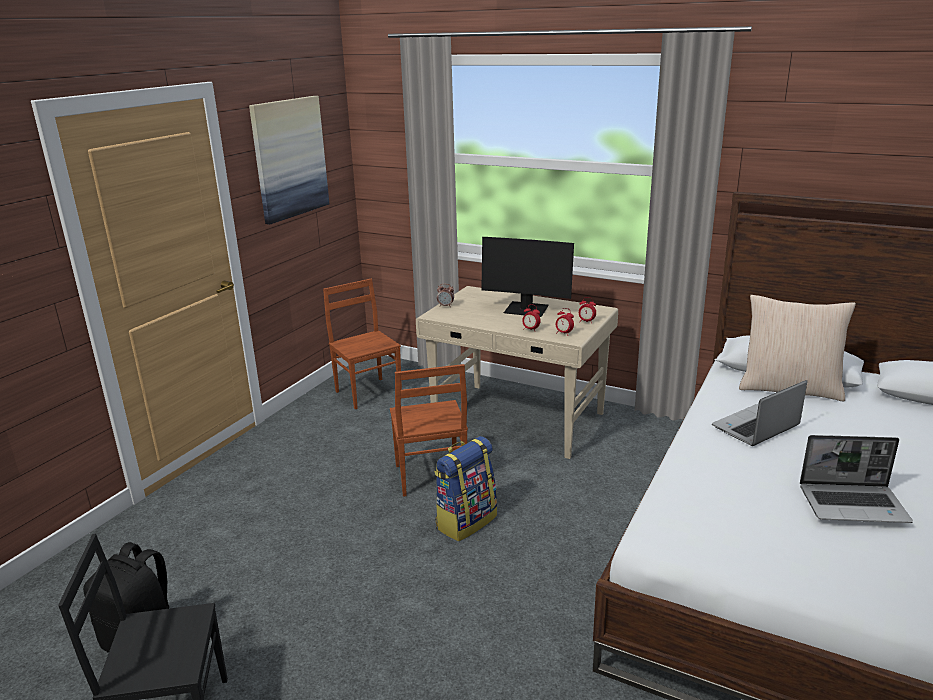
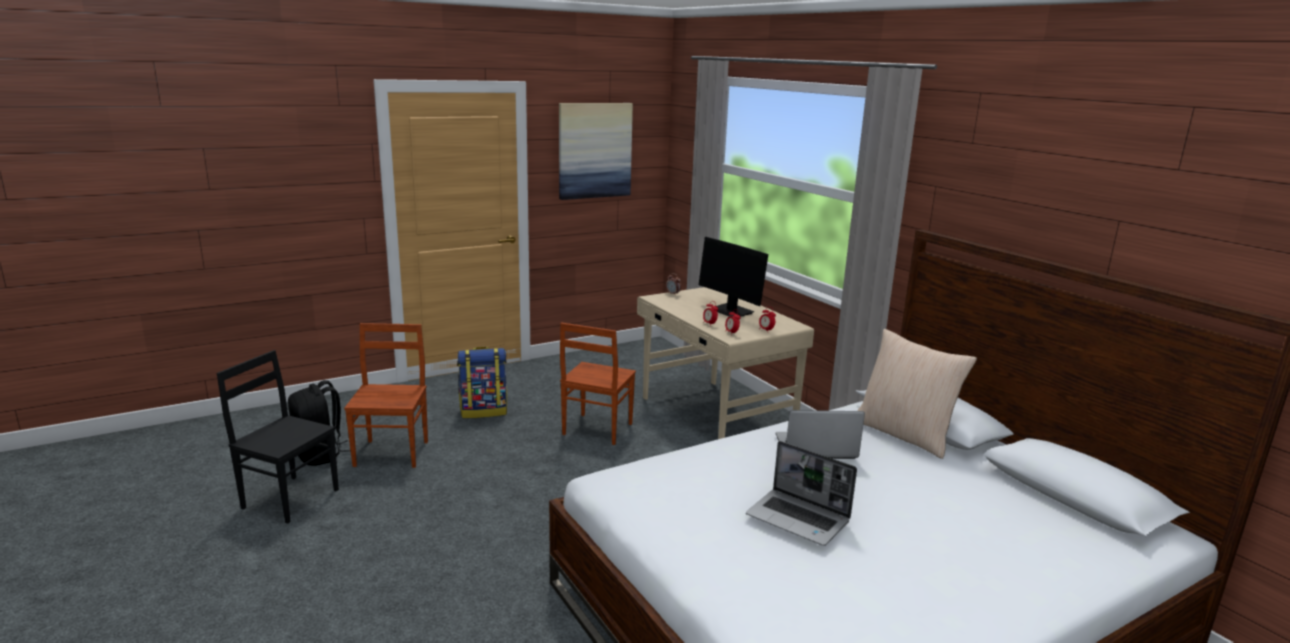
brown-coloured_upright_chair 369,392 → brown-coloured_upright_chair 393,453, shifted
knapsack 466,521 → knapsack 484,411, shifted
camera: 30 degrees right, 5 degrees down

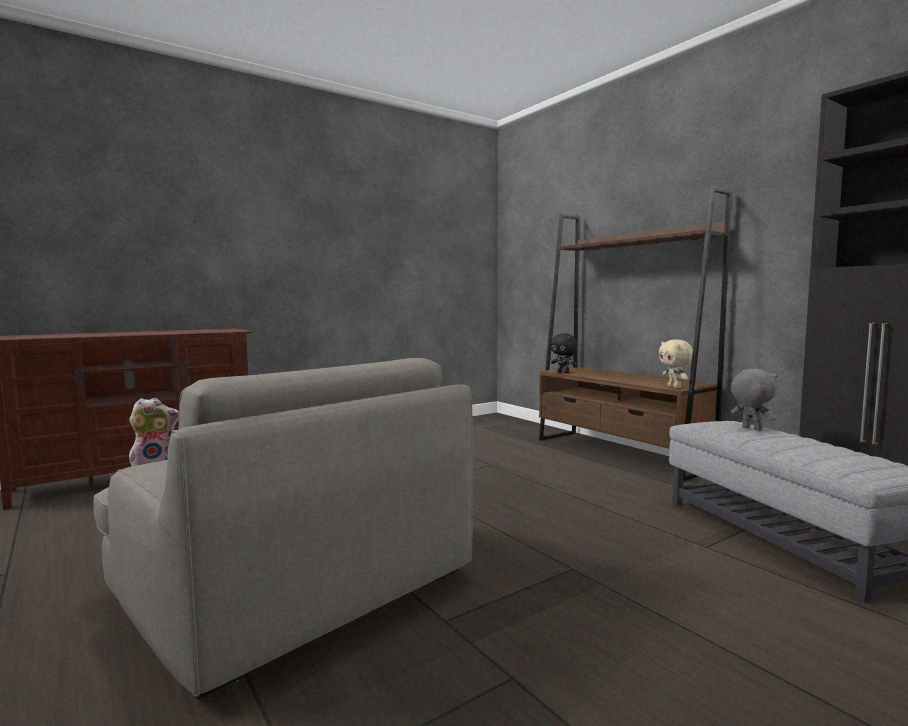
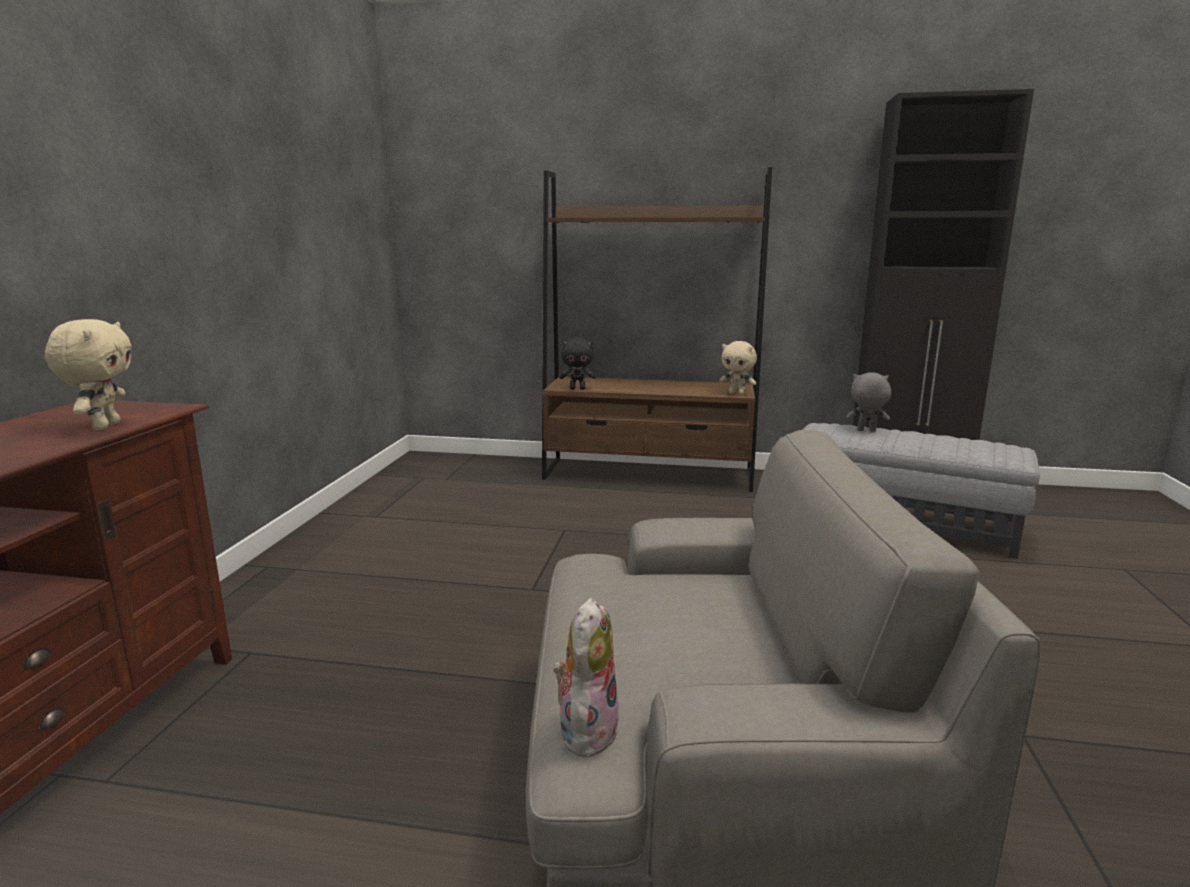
- → beige-coloured_plush_toy 104,426
camera: 45 degrees left, 10 degrees up

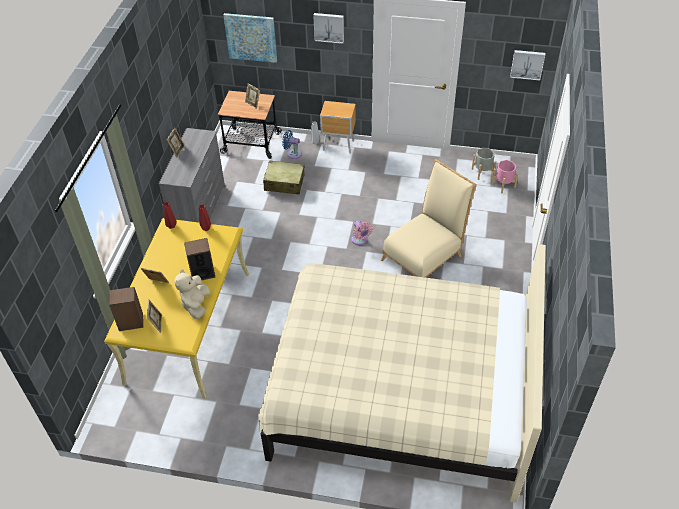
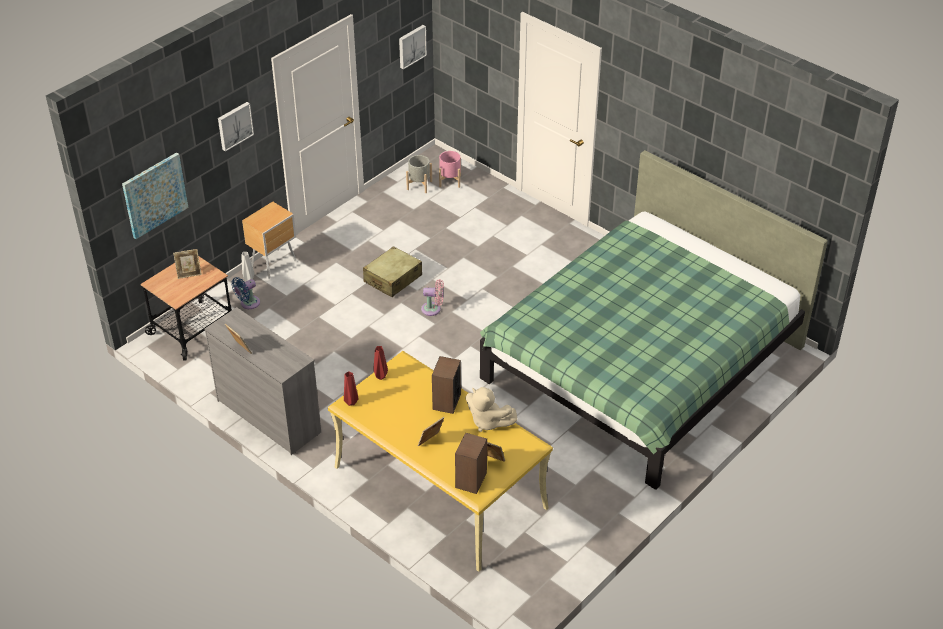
beige-coloured_upright_chair 425,255 → -
beige-coloured_travel_case 284,183 → beige-coloured_travel_case 392,279, shifted
beige-coloured_sleeping_bed 401,389 → green_sleeping_bed 641,363
camera: 60 degrees left, 5 degrees down

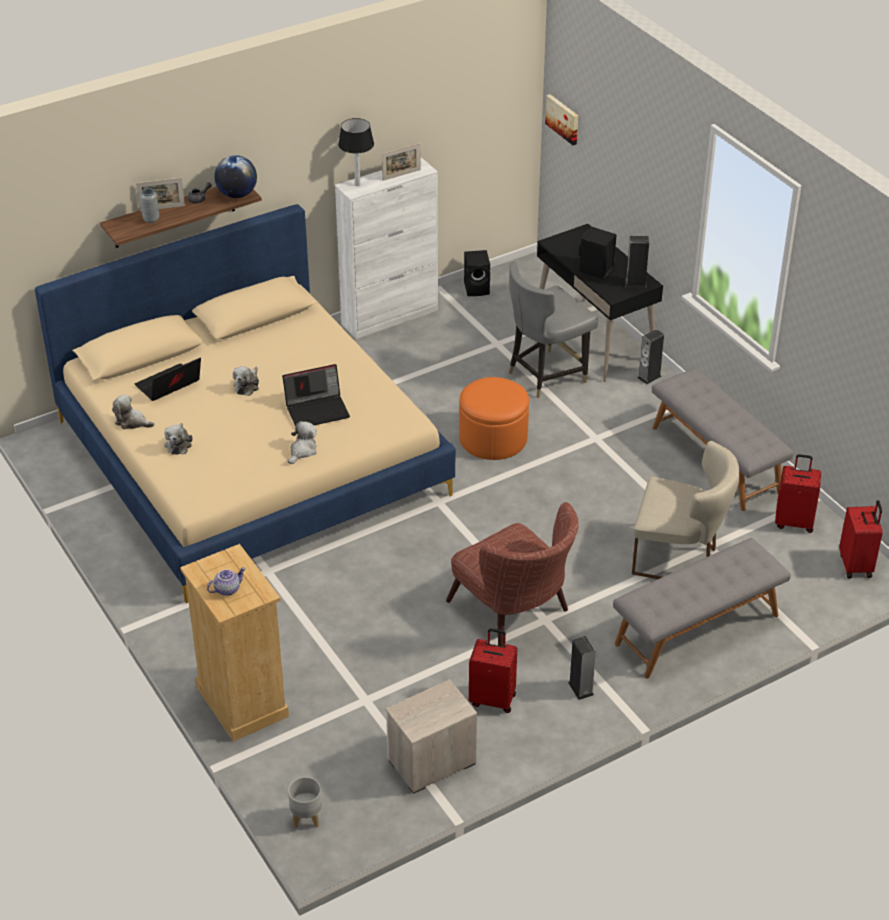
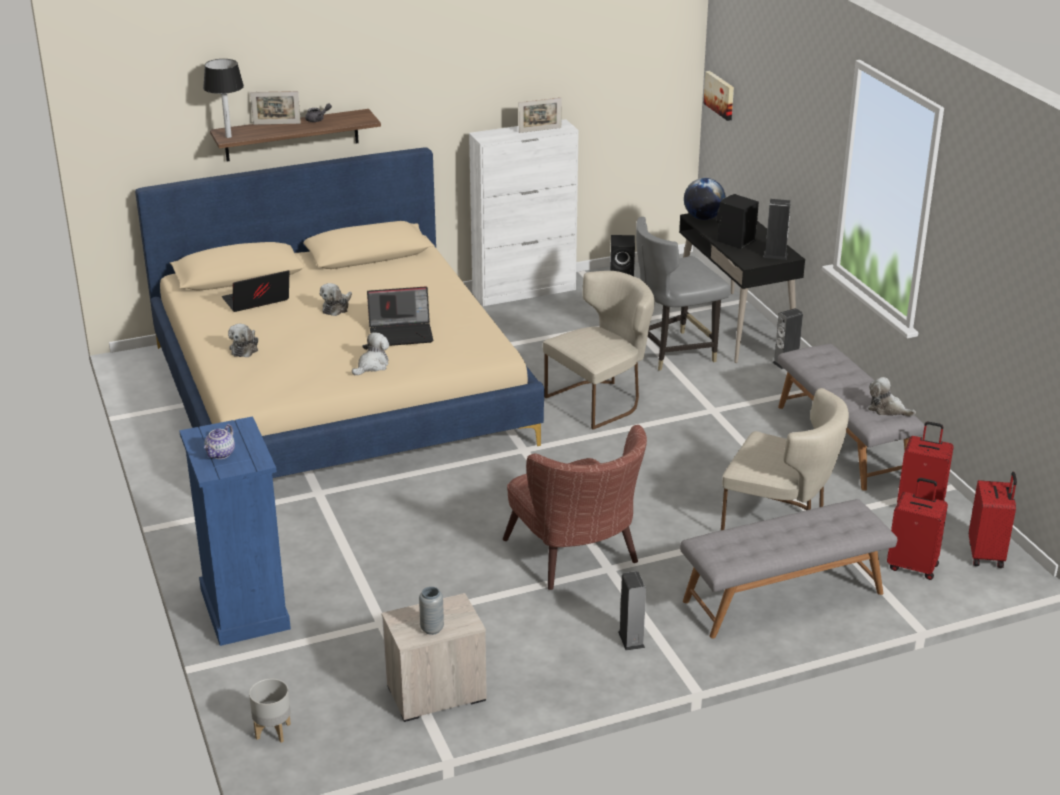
tabletop_lamp 357,184 → tabletop_lamp 228,136, shifted
world_globe 237,195 → world_globe 703,218, shifted
gray_vase 151,219 → gray_vase 432,629, shifted
orange_footrest 493,438 → beige-coloured_upright_chair 600,400
plush_toy 132,422 → plush_toy 887,409, shifted
beige-coloured_drawer_chest 241,701 → blue_drawer_chest 244,609
tea_pot 227,589 → tea_pot 221,454, 135 degrees clockwise
red-coloured_travel_case 493,699 → red-coloured_travel_case 913,566, shifted
camera: 10 degrees right, 10 degrees down

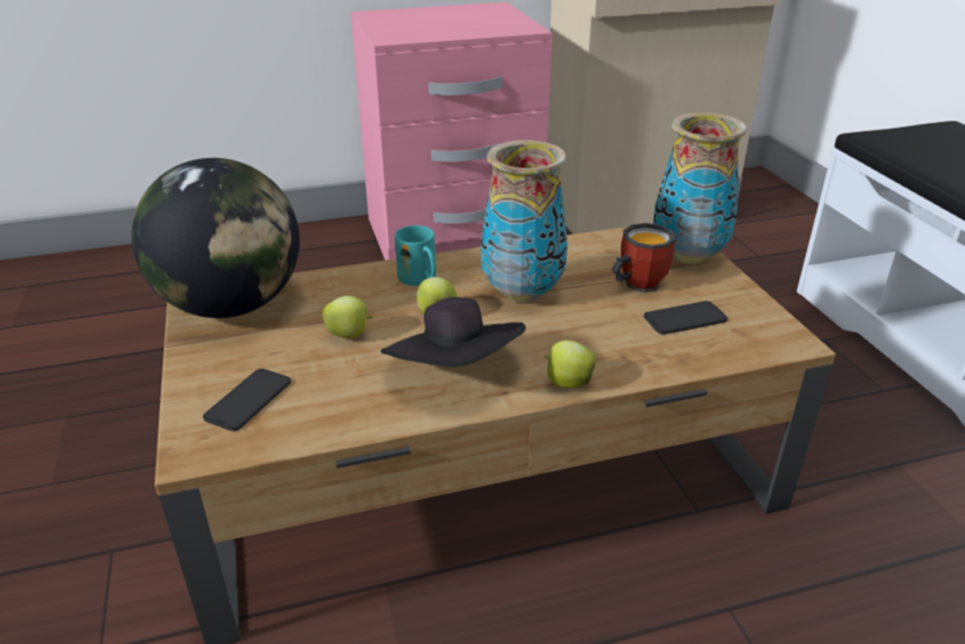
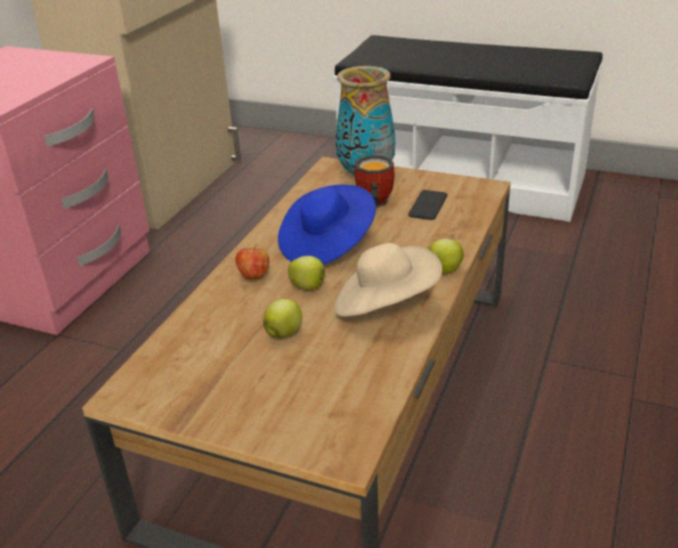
vase 522,293 → blue_wearable_hat 327,245
world_globe 232,306 → -
turquoise_tea_mug 421,279 → apple_fruit 254,276
black-coloured_wearable_hat 456,372 → beige-coloured_wearable_hat 385,305
telephone 248,400 → -
camera: 50 degrees left, 0 degrees up

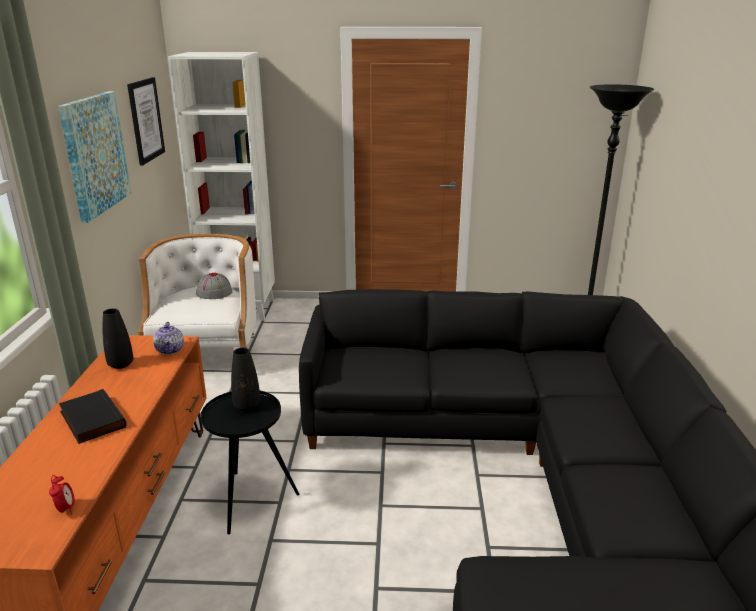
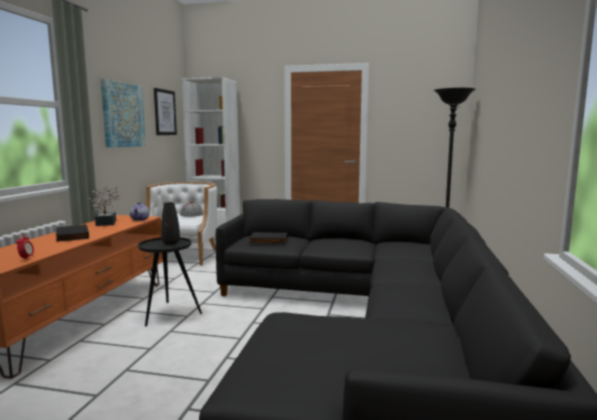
black-coloured_vase 121,364 → houseplant 107,222
- → black-coloured_bound_book 268,241
camera: 10 degrees right, 15 degrees down

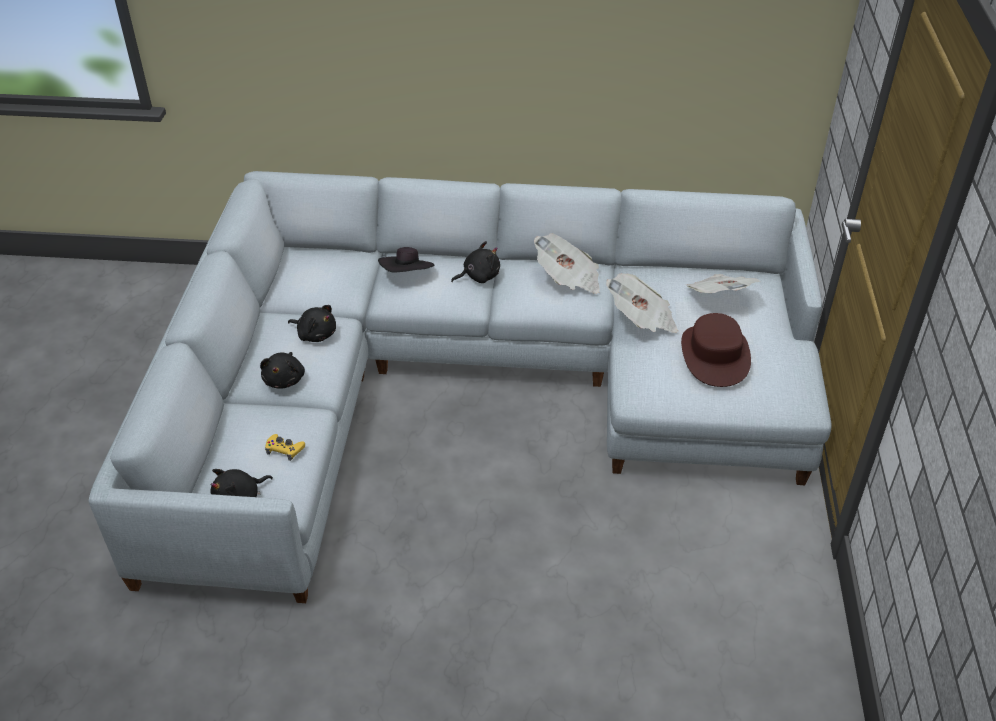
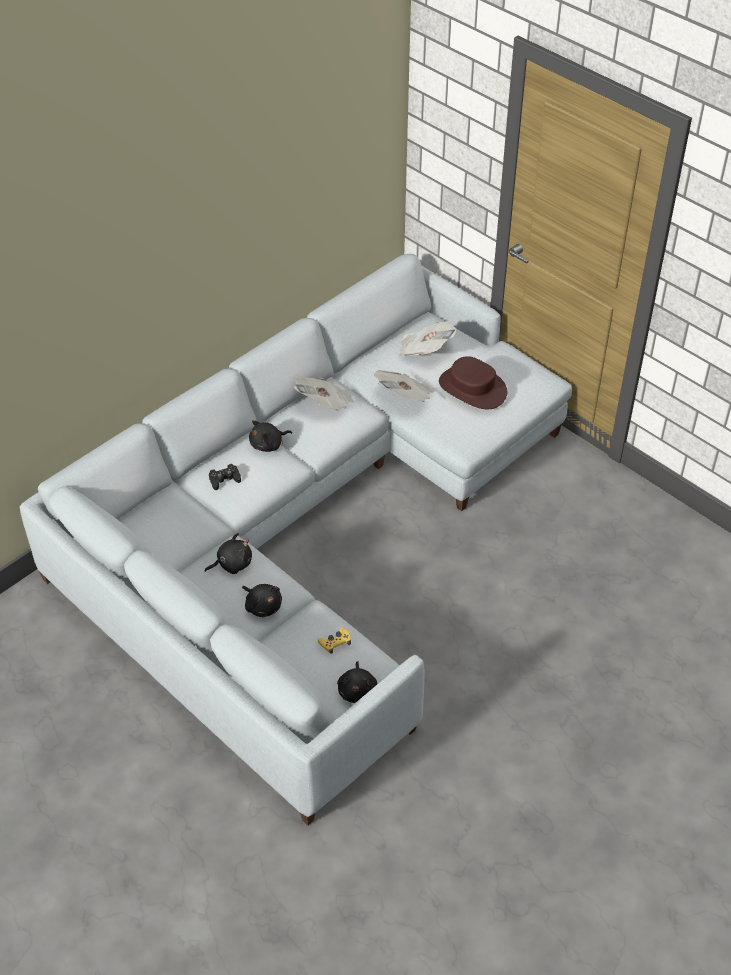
black-coloured_plush_toy 479,276 → black-coloured_plush_toy 268,444, 135 degrees counterclockwise
black-coloured_wearable_hat 407,275 → black-coloured_joypad 224,479
camera: 50 degrees left, 5 degrees up

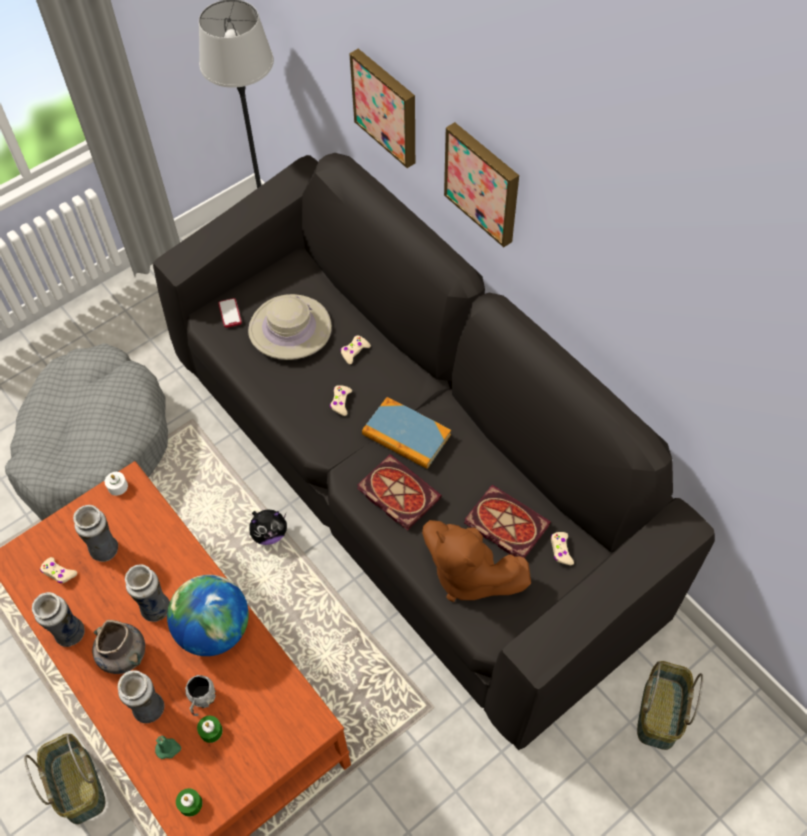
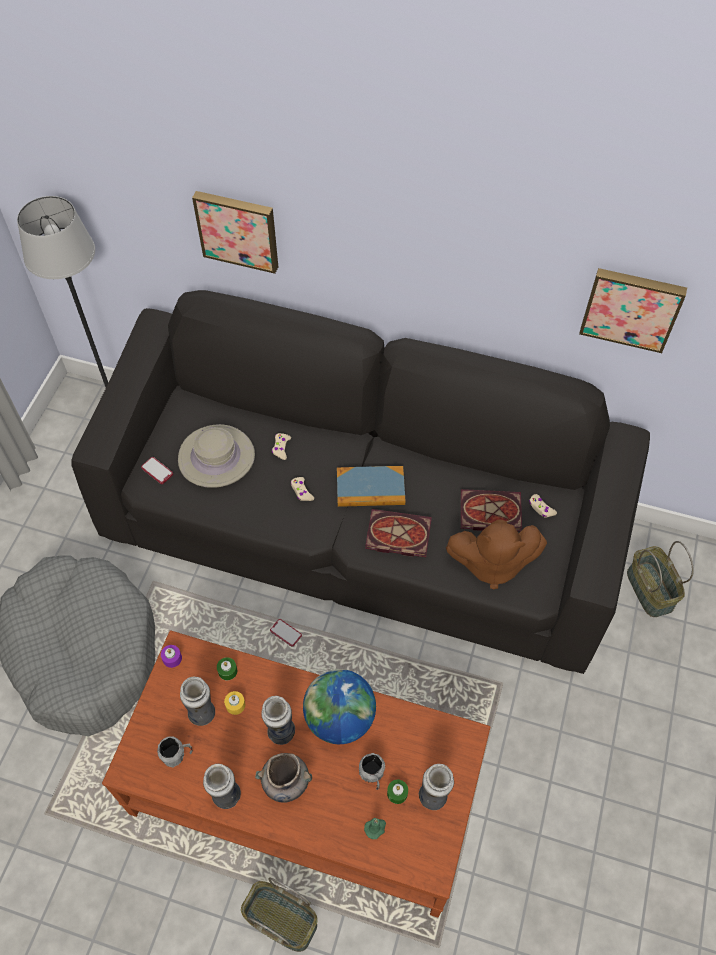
wall_art 484,183 → wall_art 631,308, shifted
whitish_wax_light 117,486 → purple-coloured_wax_light 172,658
plush_toy 269,534 → telephone 286,633
beige-coloured_joypad 59,573 → gray_tea_mug 177,755
vase 150,709 → vase 433,796, shifted
green_wax_light 190,804 → green_wax_light 227,671, shifted
- → yellow_wax_light 235,705
camera: 35 degrees left, 0 degrees up

